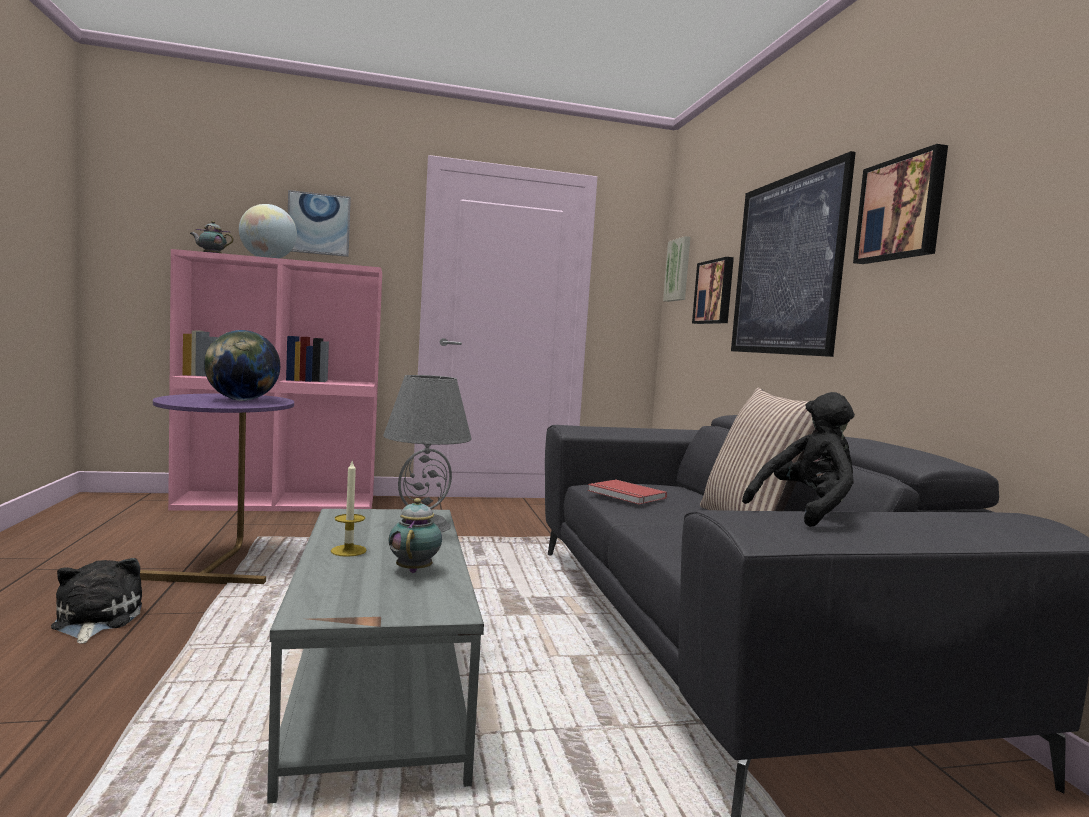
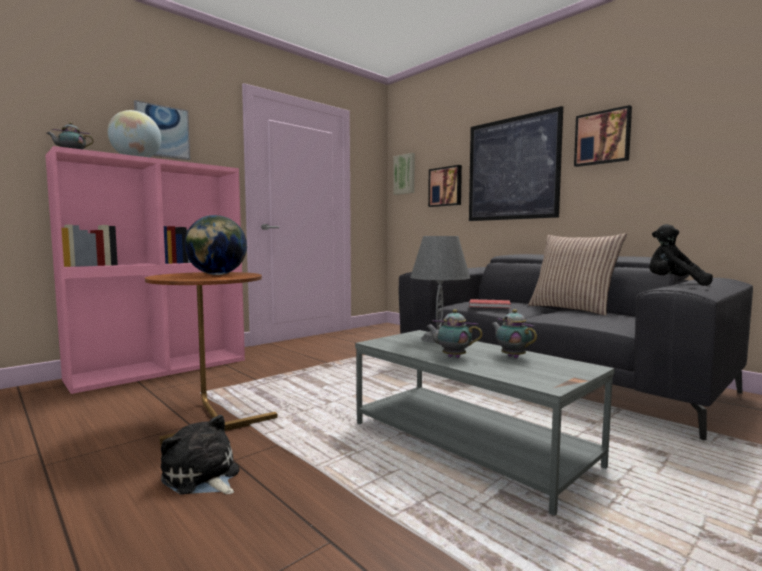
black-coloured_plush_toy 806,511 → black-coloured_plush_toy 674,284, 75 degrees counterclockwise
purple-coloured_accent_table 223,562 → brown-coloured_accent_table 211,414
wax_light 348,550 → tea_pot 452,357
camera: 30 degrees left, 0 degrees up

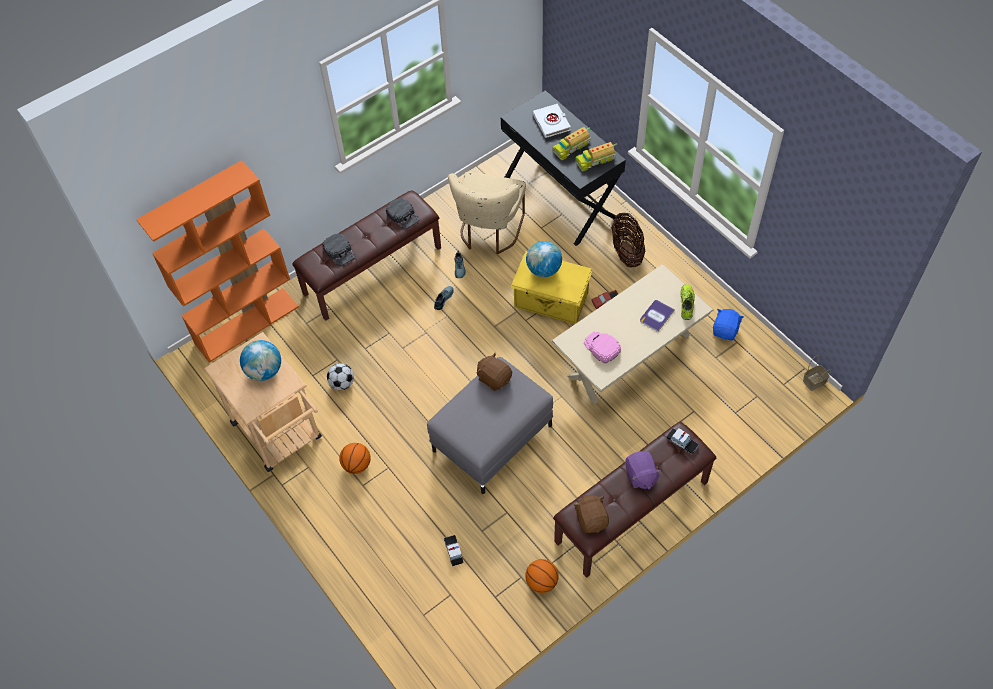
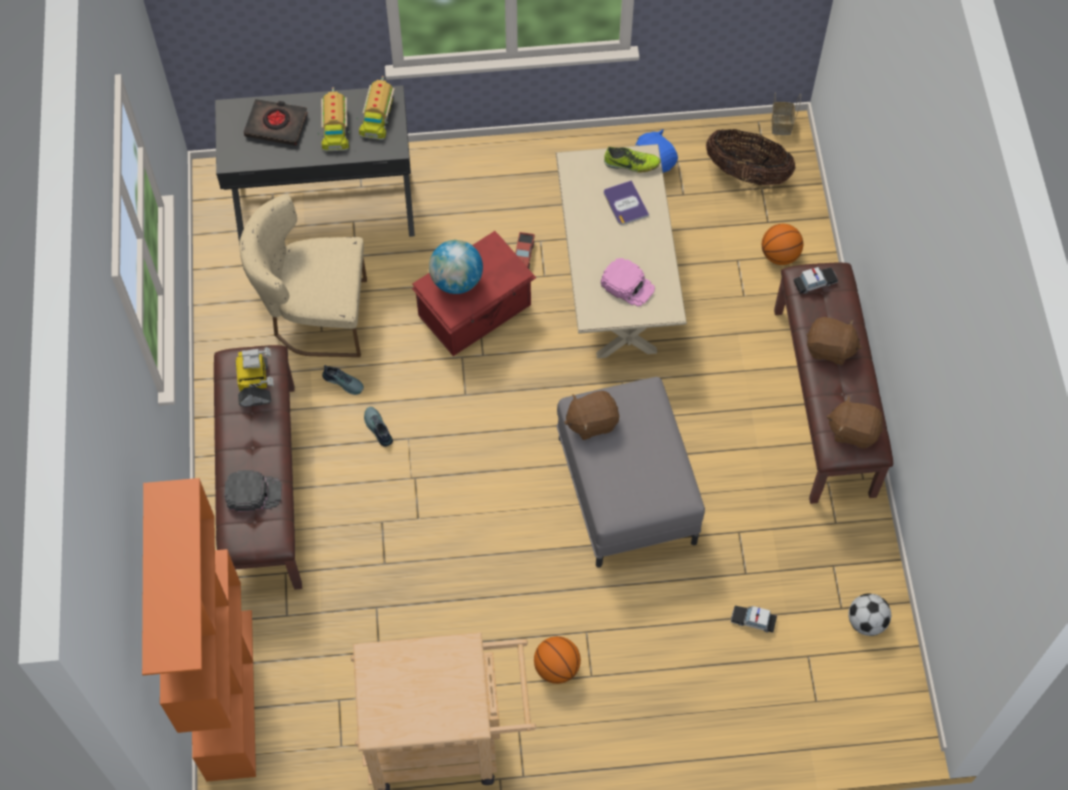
whitish_bound_book 551,123 → black-coloured_bound_book 276,125
beige-coloured_upright_chair 489,232 → beige-coloured_upright_chair 315,317, 135 degrees clockwise
black-coloured_baseball_cap 403,215 → toy_robot 255,384
basket 627,252 → basket 747,173, shifted
yellow_storage_bin 551,301 → red-coloured_storage_bin 476,311
shoe 686,304 → shoe 631,164, 150 degrees clockwise
pinkish_baseball_cap 601,347 → pinkish_baseball_cap 628,285, 135 degrees counterclockwise
world_globe 264,371 → -
football_ball 342,383 → football_ball 866,622, shifted
purple-coloured_plush_toy 640,476 → brown-coloured_plush_toy 830,349
ball_for_basketball 541,582 → ball_for_basketball 779,255, shifted
camera: 60 degrees left, 5 degrees up

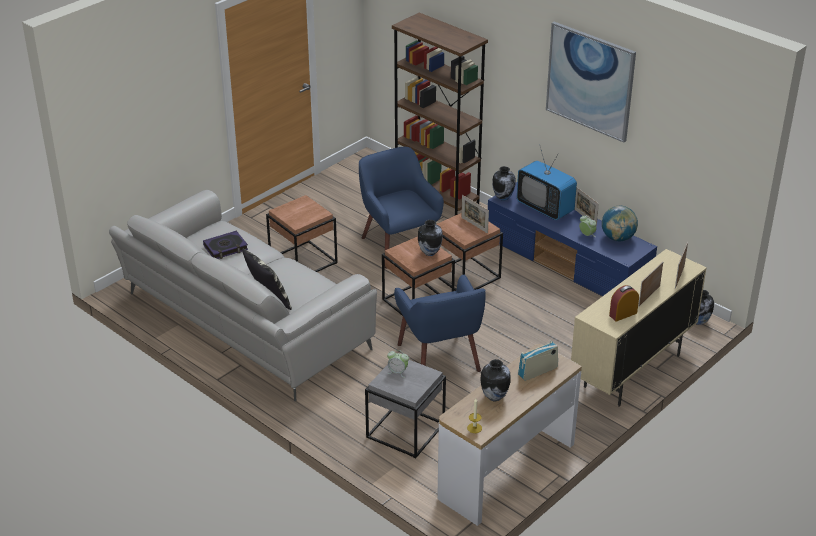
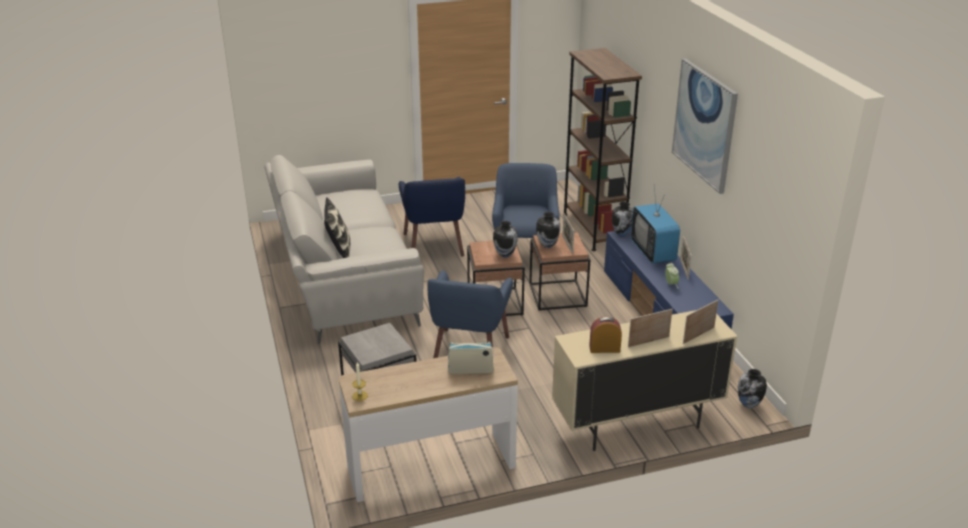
brown-coloured_accent_table 303,261 → blue_easy_chair 434,245
world_globe 618,238 → -
bound_book 225,248 → -
bedside_clock 397,372 → -
vase 494,397 → vase 547,245, shifted
camera: 30 degrees right, 5 degrees down

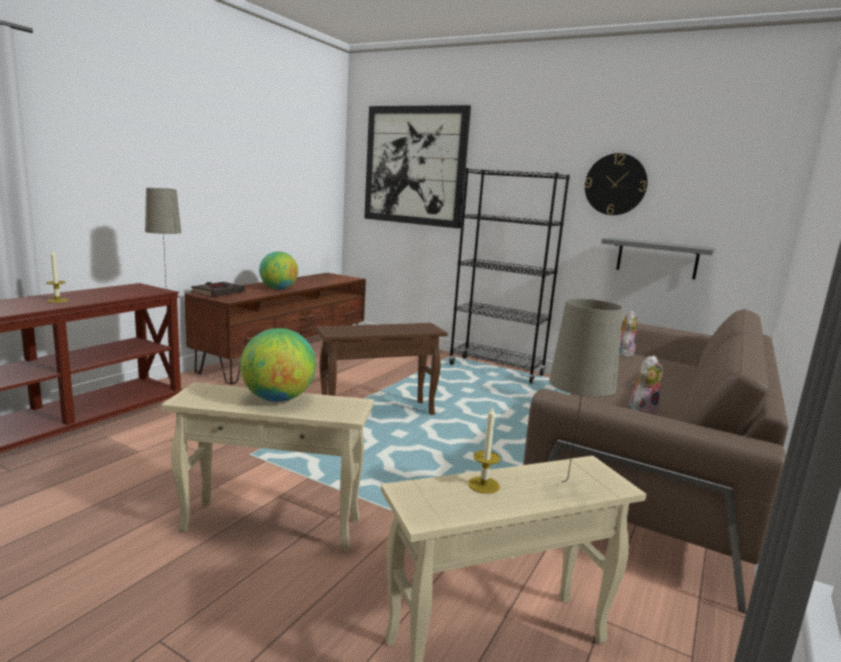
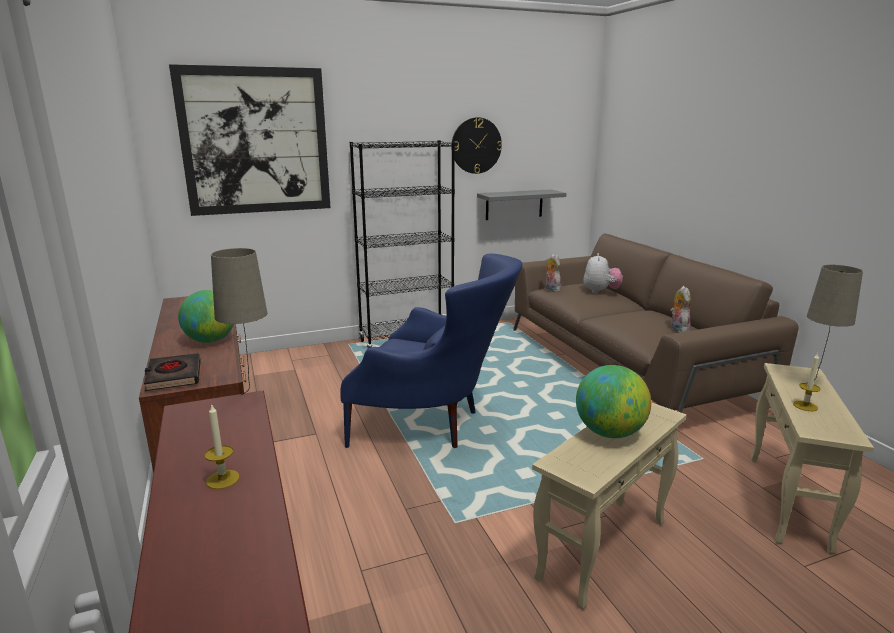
brown-coloured_accent_table 377,413 → blue_easy_chair 434,425
- → plush_toy 600,292
camera: 50 degrees left, 5 degrees up

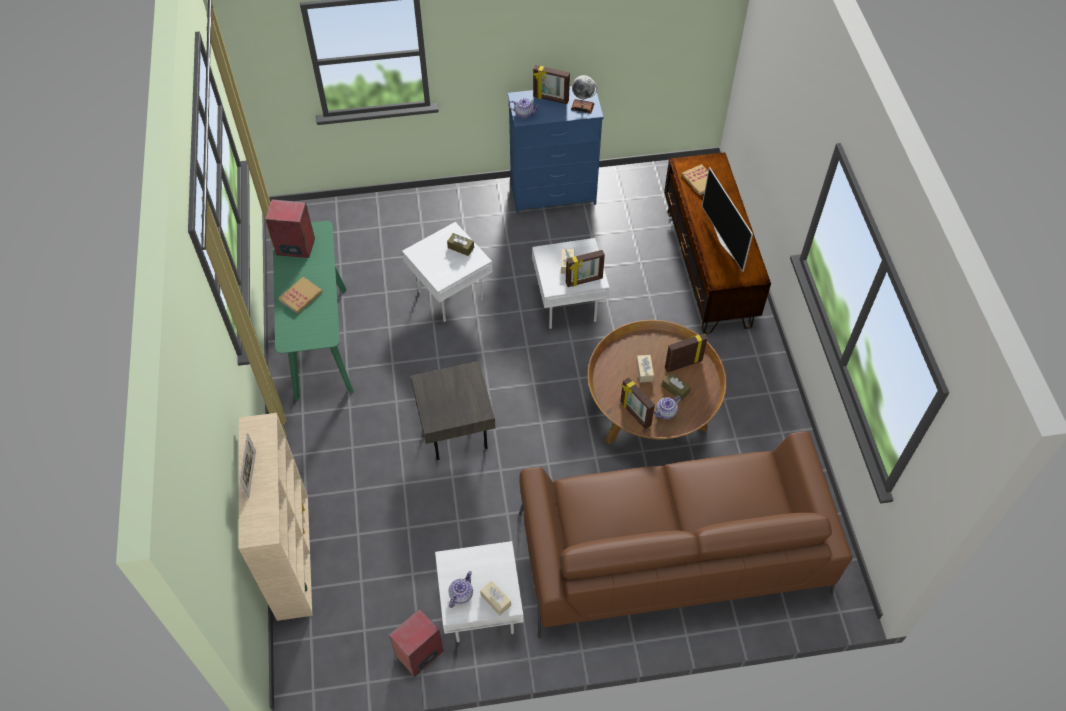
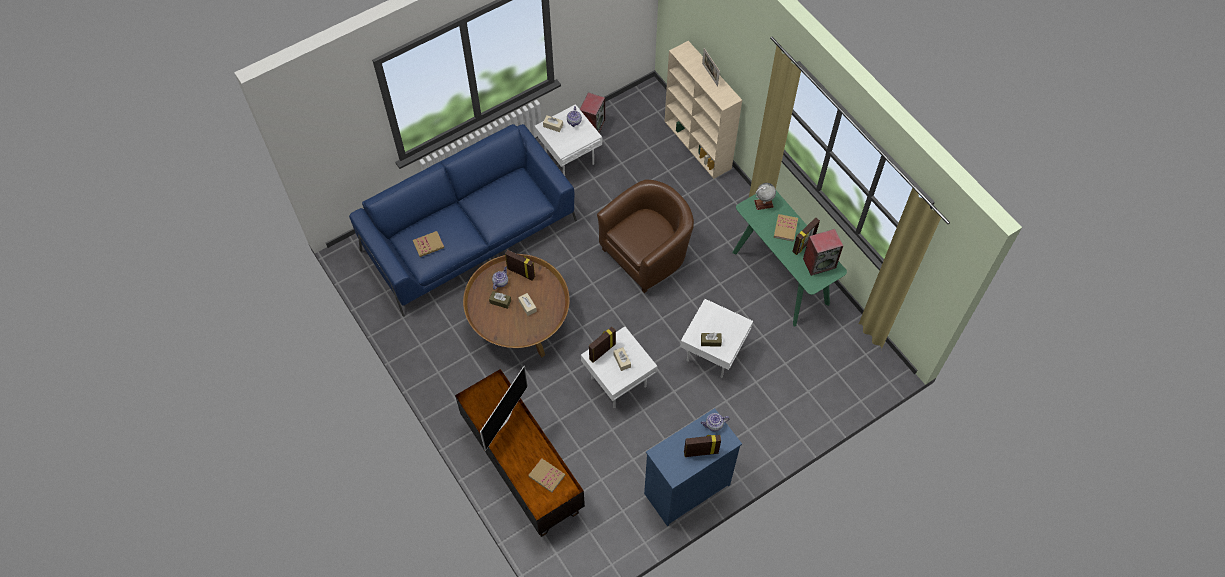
world_globe 582,106 → world_globe 763,204, shifted
TV_set 724,242 → TV_set 504,419, 75 degrees clockwise
standing_frame 683,363 → standing_frame 804,244, shifted
gray_accent_table 454,431 → brown-coloured_easy_chair 647,254
brown-coloured_sofa 672,553 → blue_sofa 469,235
- → bound_book 428,245
camera: 155 degrees right, 5 degrees up

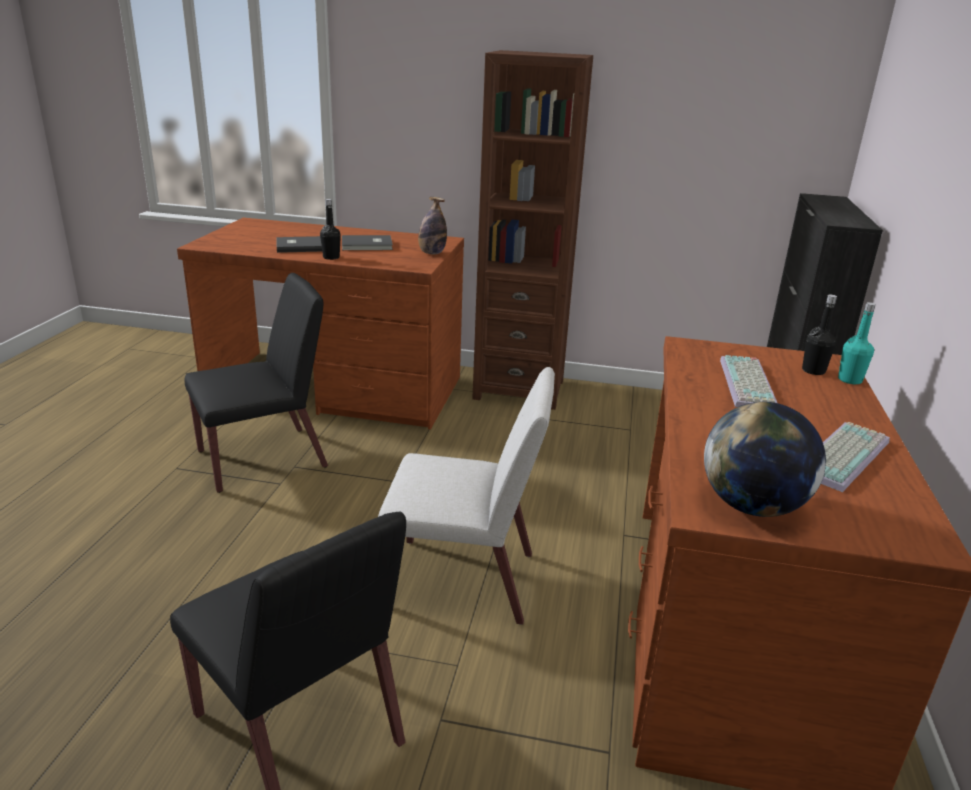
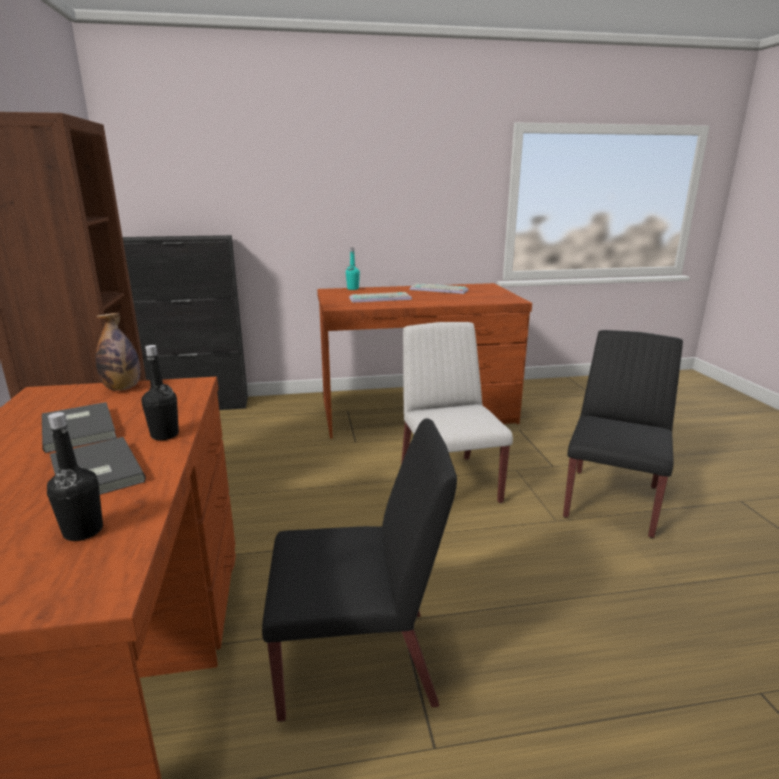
black-coloured_upright_chair 264,458 → black-coloured_upright_chair 359,661, 135 degrees clockwise
black-coloured_bottle 813,371 → black-coloured_bottle 83,531, shifted
world_globe 752,506 → -
camera: 110 degrees left, 5 degrees down

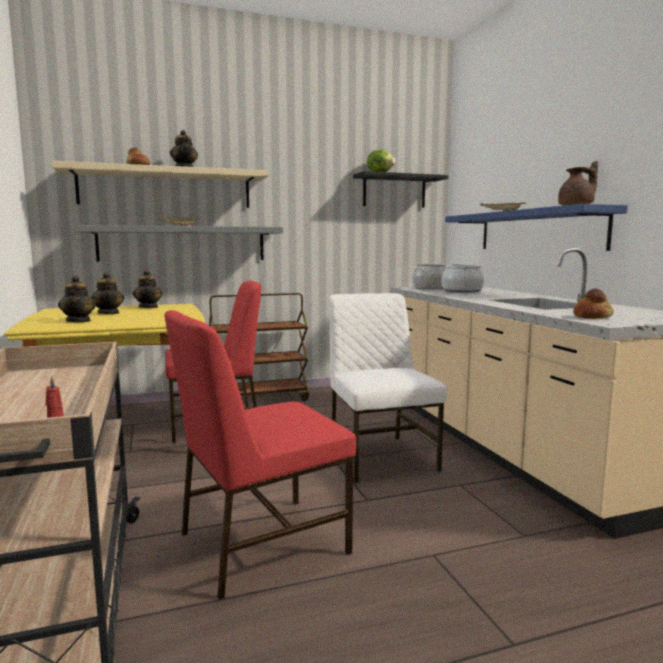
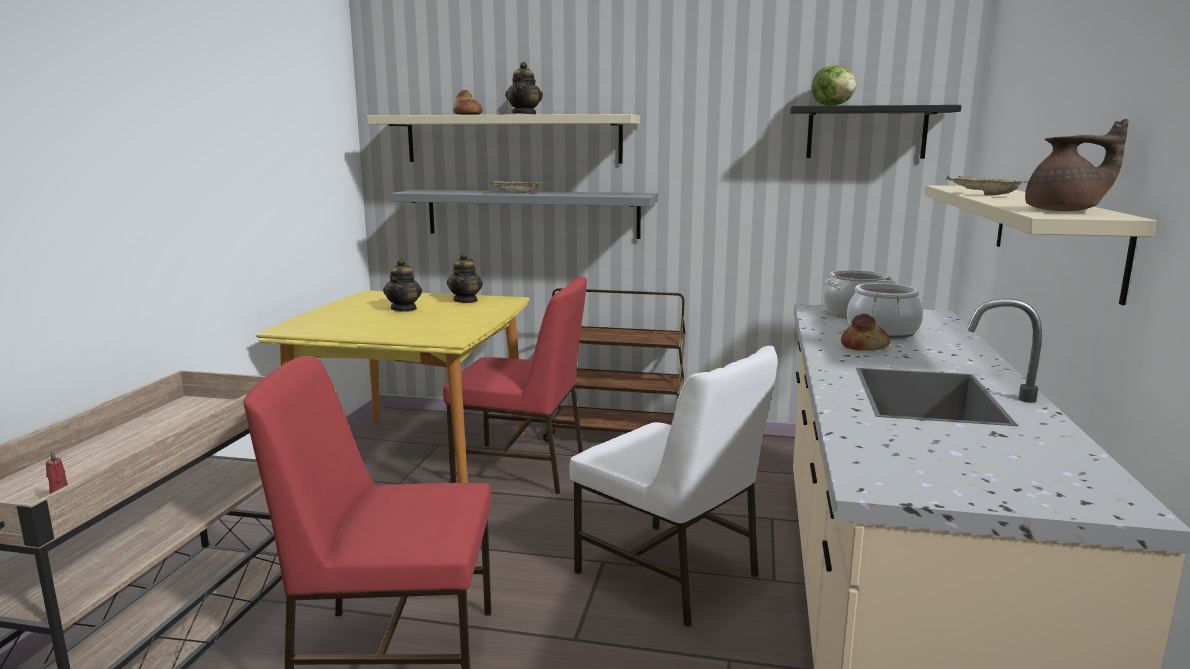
blue_bracket_shelf 538,231 → beige-coloured_bracket_shelf 1053,234
tea_pot 79,321 → -
baked_bread 592,317 → baked_bread 864,347, shifted
whitish_upright_chair 380,456 → whitish_upright_chair 670,574, 120 degrees clockwise
camera: 30 degrees right, 5 degrees up

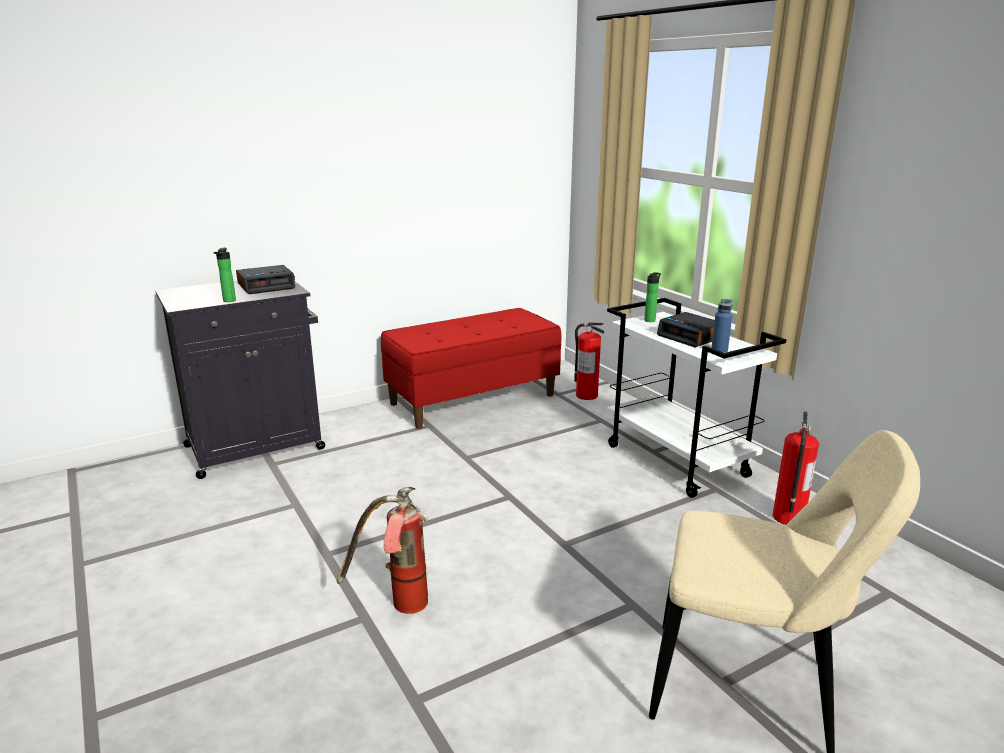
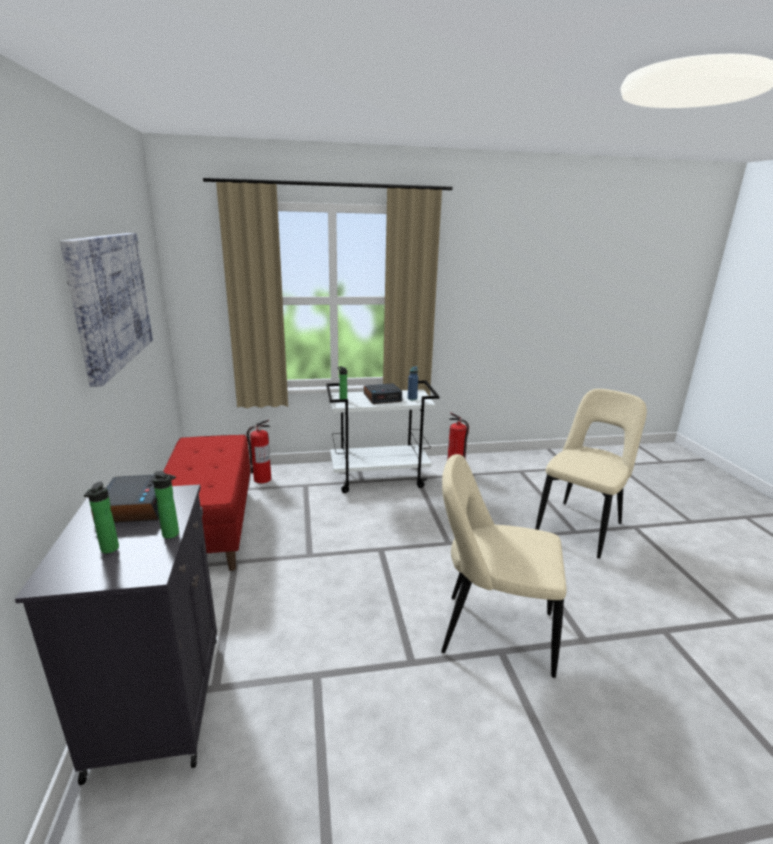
extinguisher 396,606 → beige-coloured_upright_chair 491,632
- → wall_art 109,301
- → bottle 108,550
camera: 70 degrees left, 0 degrees up

